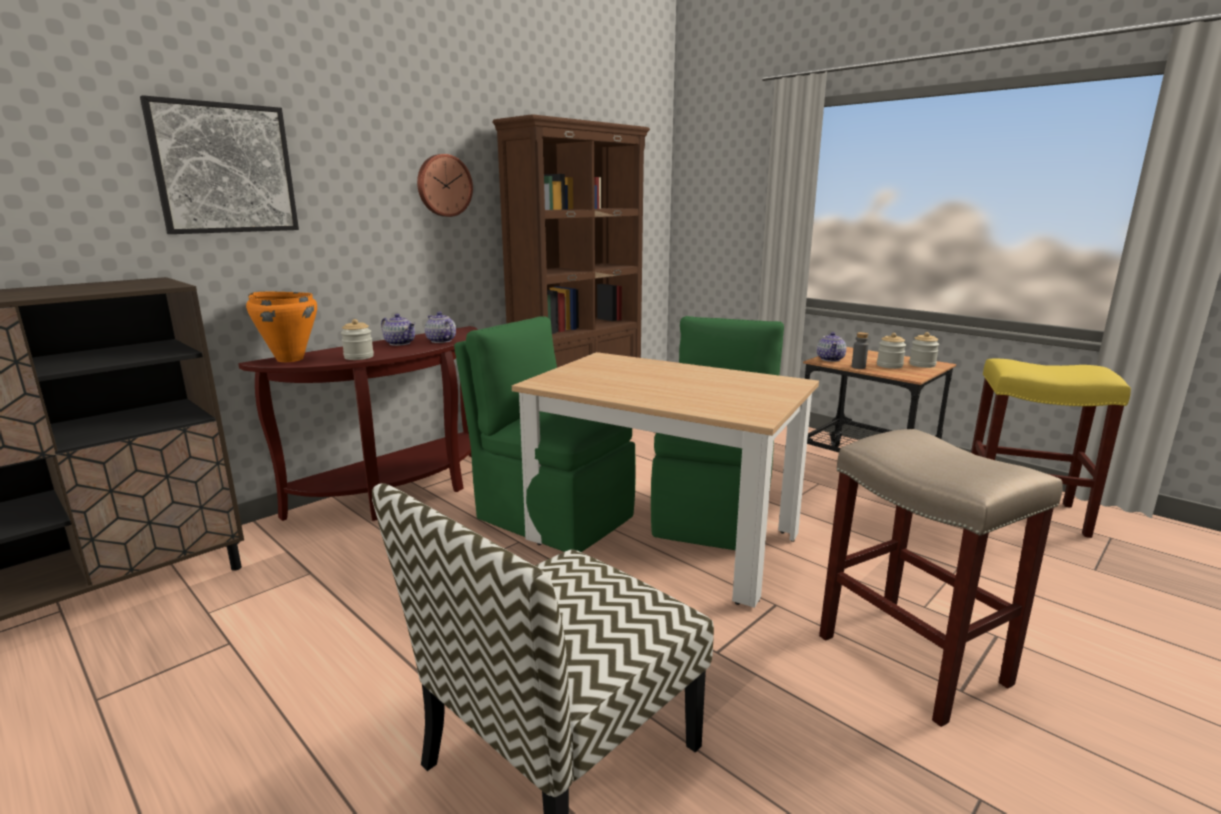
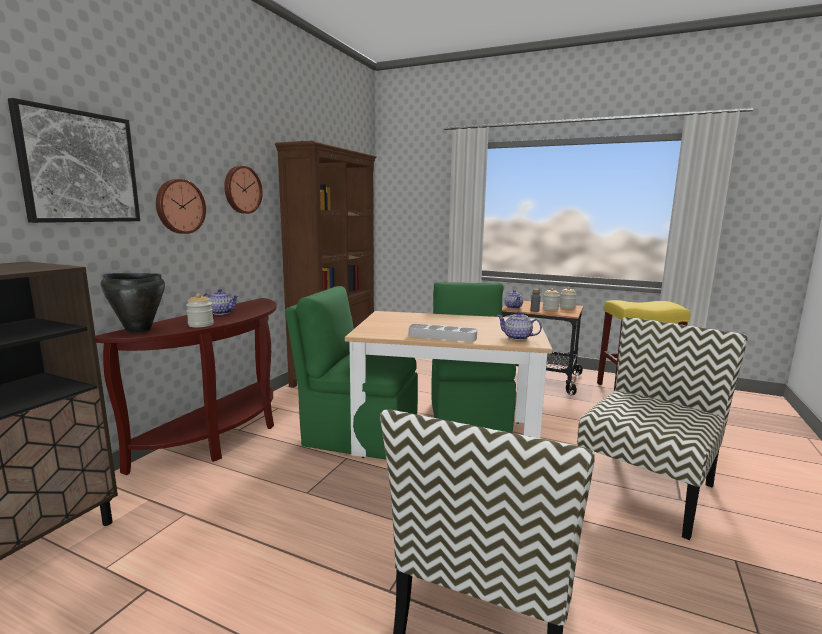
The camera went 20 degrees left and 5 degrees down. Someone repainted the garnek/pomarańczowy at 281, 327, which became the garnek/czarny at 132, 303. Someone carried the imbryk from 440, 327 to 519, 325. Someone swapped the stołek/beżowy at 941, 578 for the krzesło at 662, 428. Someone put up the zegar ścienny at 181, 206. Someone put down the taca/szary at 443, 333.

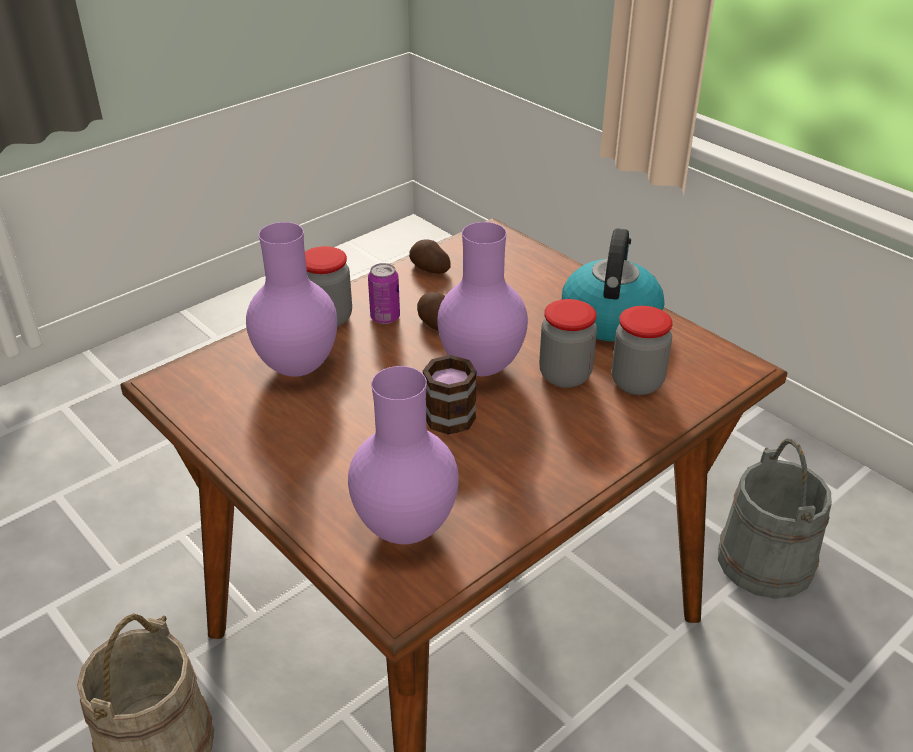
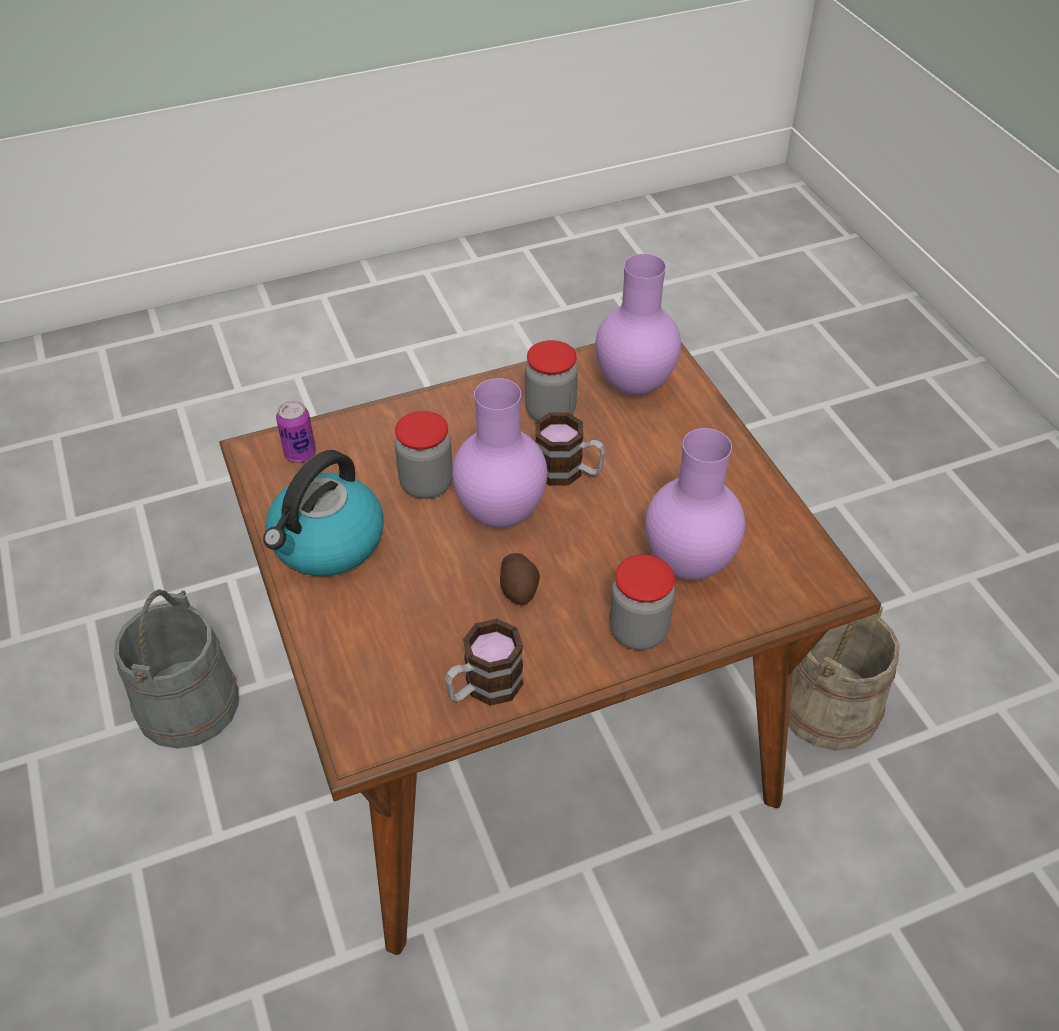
The camera went 160 degrees left and 10 degrees up. Someone carried the puszka from 384, 293 to 296, 432. Someone swapped the ziemniak at 430, 256 for the kubek at 484, 662. Someone carried the słoik from 642, 350 to 551, 380.

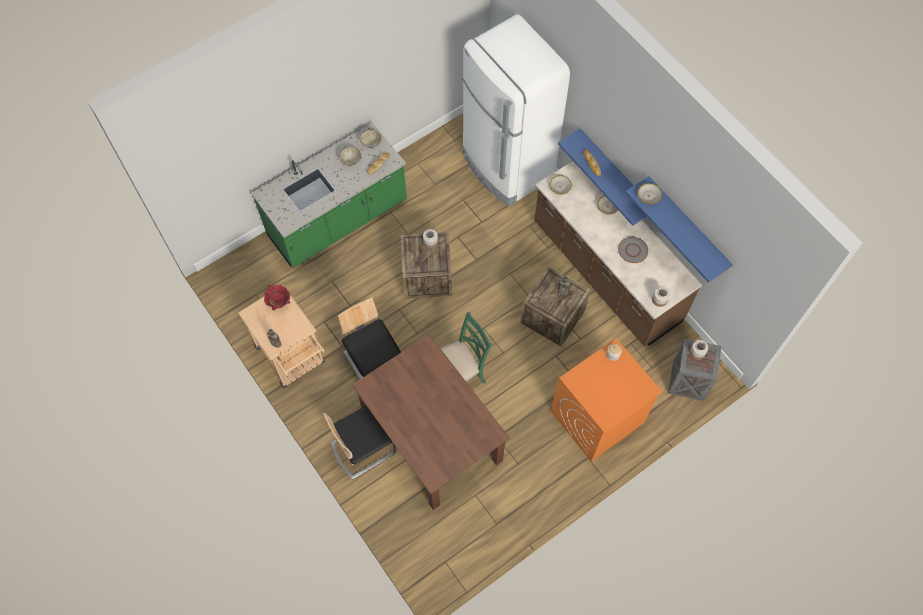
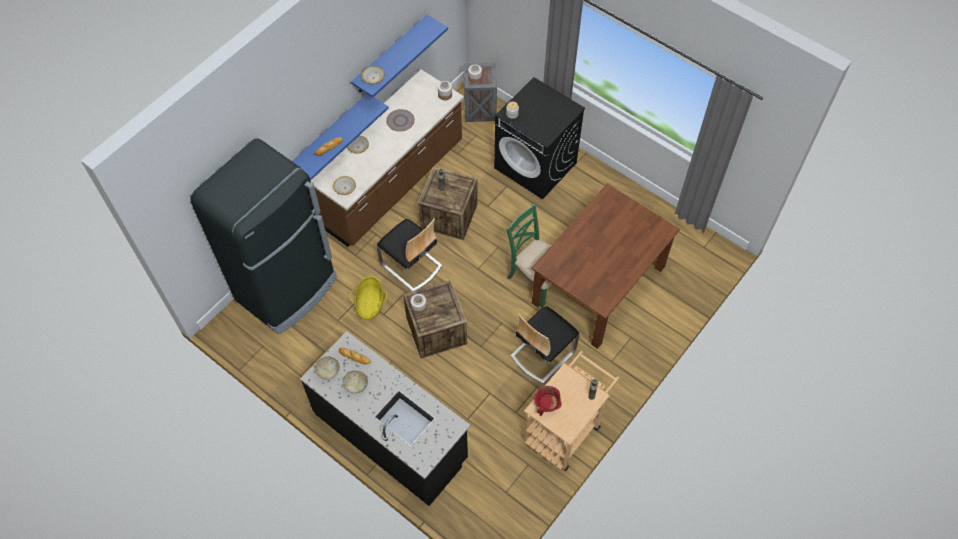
The camera went 105 degrees left and 5 degrees down. Someone repainted the zabudowa kuchenna/zielony at 329, 195, which became the zabudowa kuchenna/czarny at 385, 418. Someone carried the krzesło from 359, 443 to 409, 255. Someone repainted the lodówka/biały at 516, 110, which became the lodówka/czarny at 263, 236. Someone repainted the pralka/pomarańczowy at 606, 400, which became the pralka/czarny at 539, 138. Someone put down the koszyk at 368, 298.

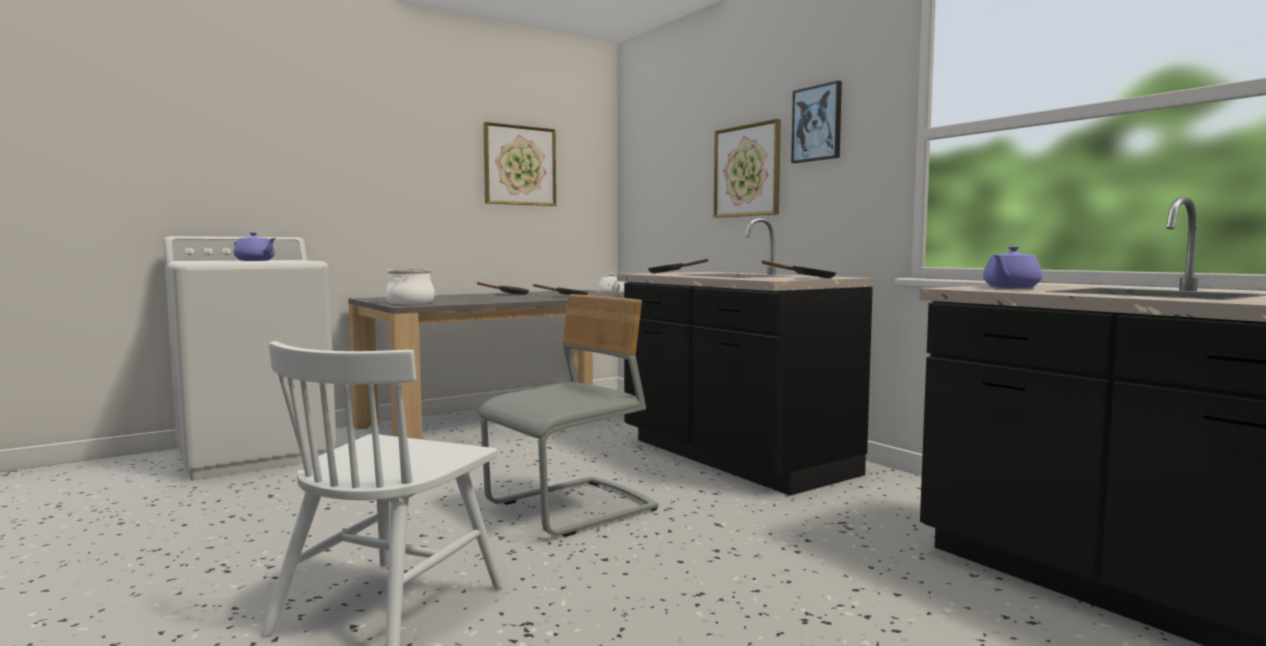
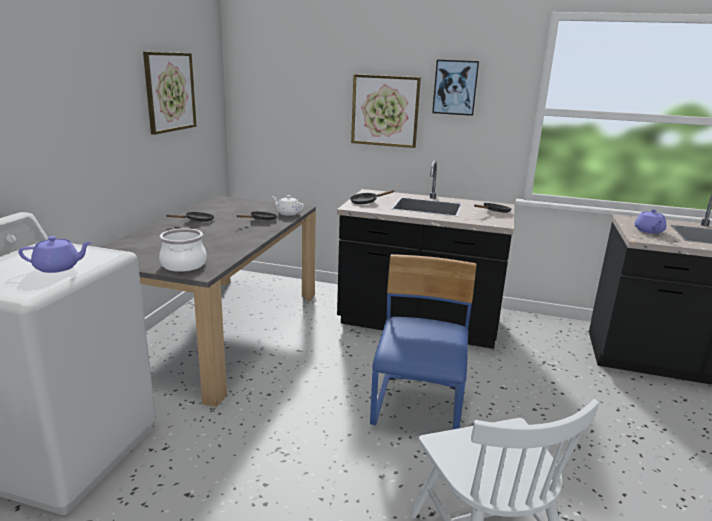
The camera went 40 degrees left and 15 degrees up. Someone repainted the krzesło/szary at 569, 415, which became the krzesło/niebieski at 423, 341.

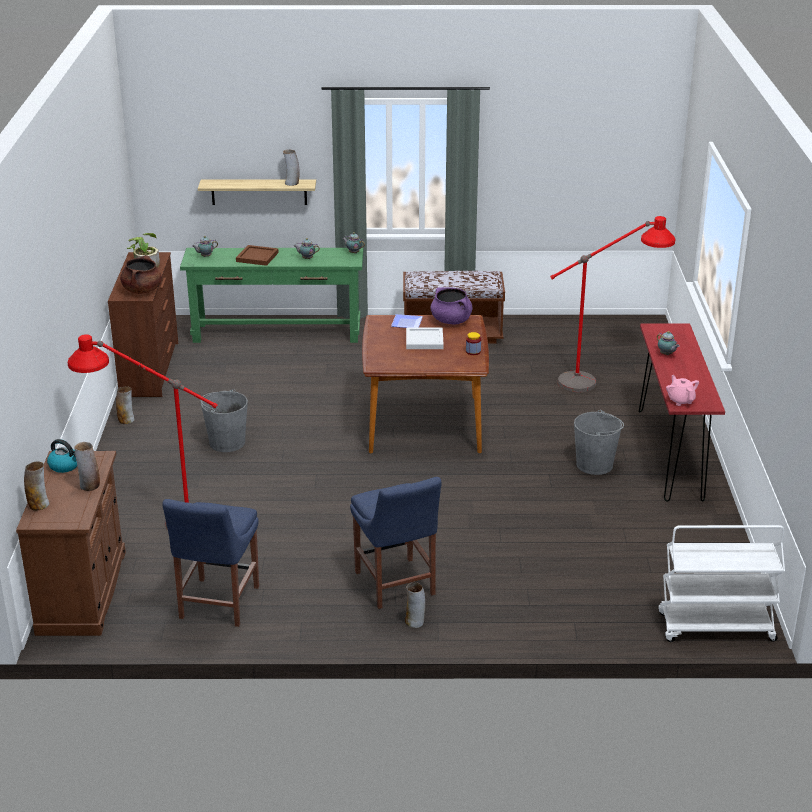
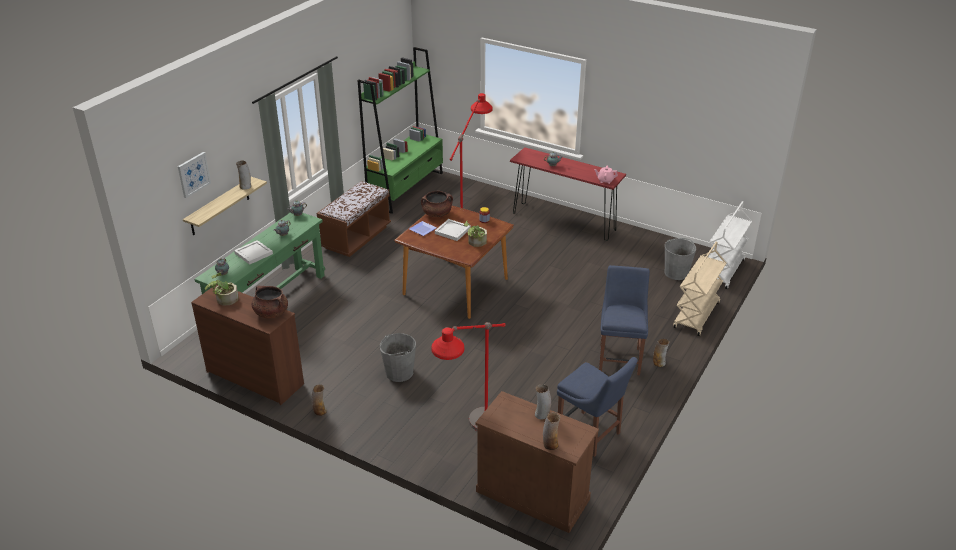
The camera went 60 degrees left and 5 degrees up. Someone took away the czajnik at 62, 456. Someone repainted the taca/brązowy at 257, 255, which became the taca/biały at 253, 252. Someone rotated the krzesło/niebieski at 396, 543 by 90 degrees counterclockwise. Someone repainted the garnek/fioletowy at 451, 306, which became the garnek/brązowy at 437, 204. Someone carried the wiadro/szary from 599, 442 to 680, 259. Someone put up the obraz at 194, 175. Someone put down the regał/zielony at 400, 130. Someone put down the roślina doniczkowa at 475, 234. Someone put down the wózek/beżowy at 700, 289.

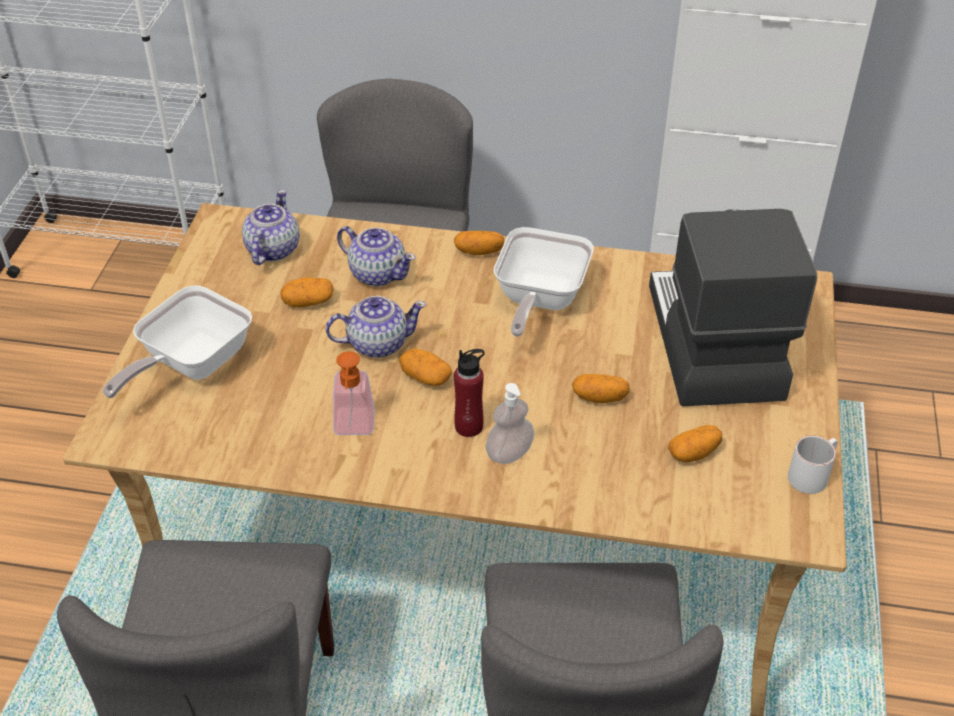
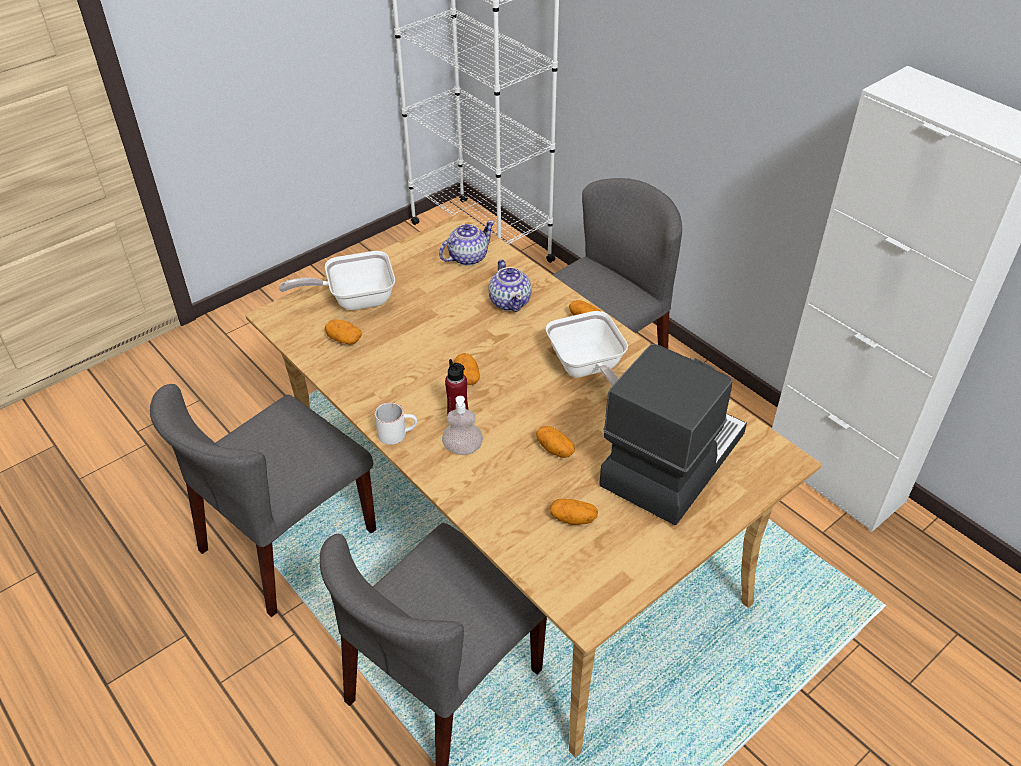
The camera went 40 degrees right and 0 degrees up. Someone carried the ziemniak from 307, 292 to 343, 331. Someone took away the imbryk at 375, 327. Someone took away the dozownik mydła at 354, 393. Someone rotated the patelnia at 543, 282 by 75 degrees counterclockwise. Someone carried the kubek/biały from 813, 464 to 395, 423.

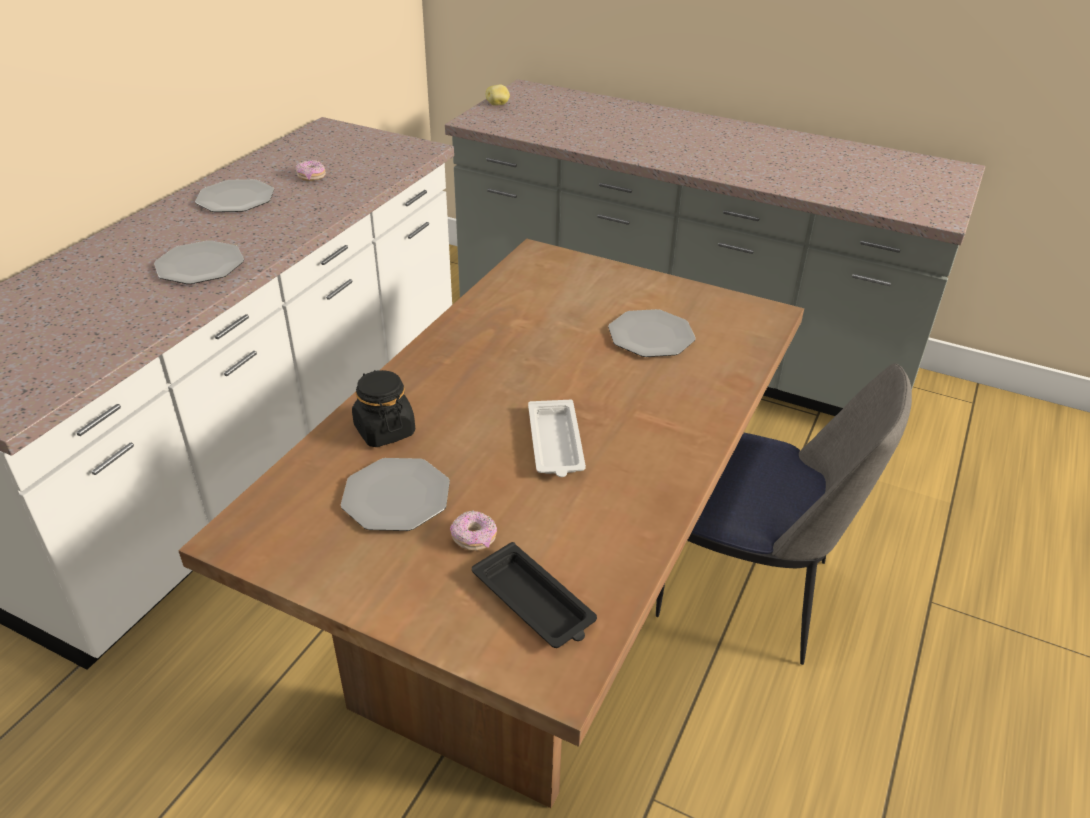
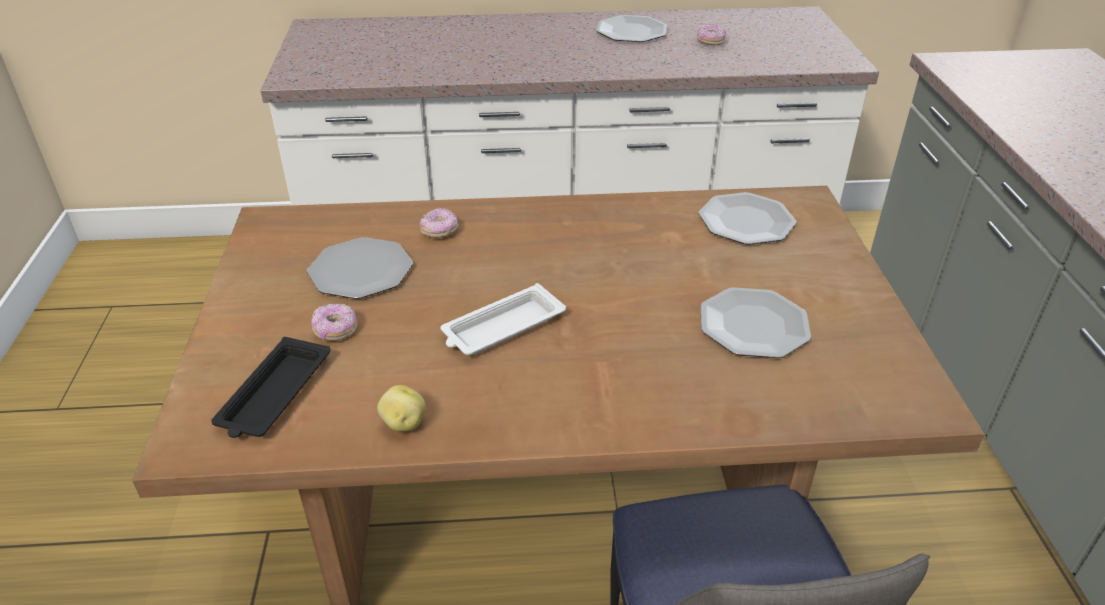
The camera went 60 degrees right and 0 degrees up. Someone carried the talerz from 199, 262 to 748, 218. Someone swapped the słoik/czarny at 383, 408 for the donut at 439, 223. Someone carried the ziemniak from 498, 95 to 401, 408.

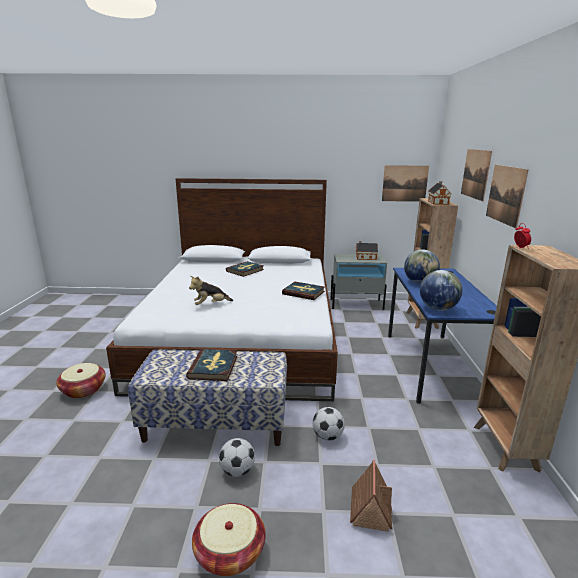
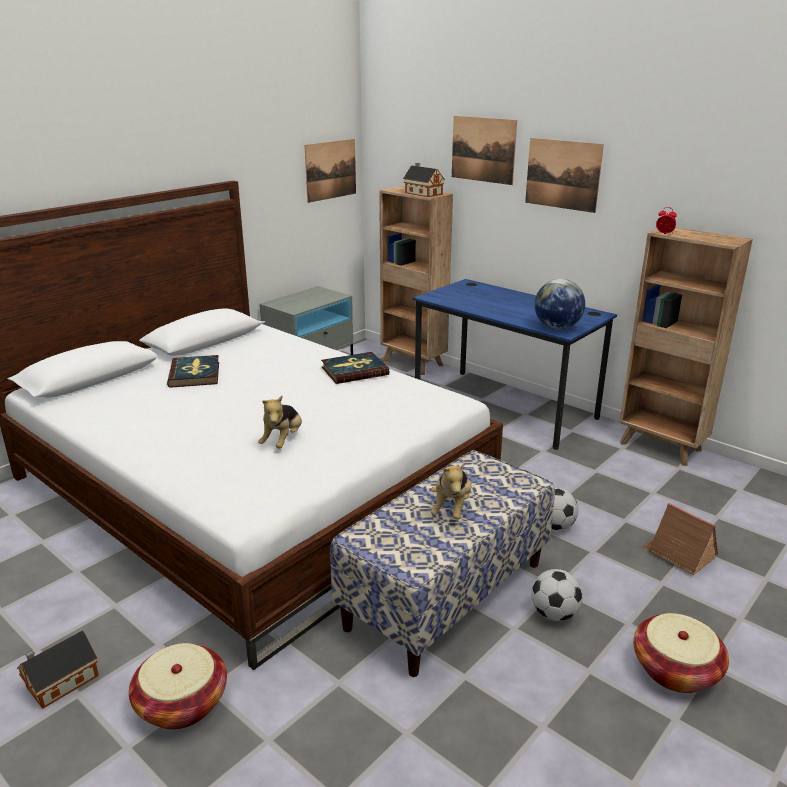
The camera went 50 degrees left and 5 degrees up. Someone swapped the książka at 211, 365 for the pluszak at 451, 491. Someone carried the domek from 367, 250 to 58, 669. Someone took away the globus at 422, 266.

